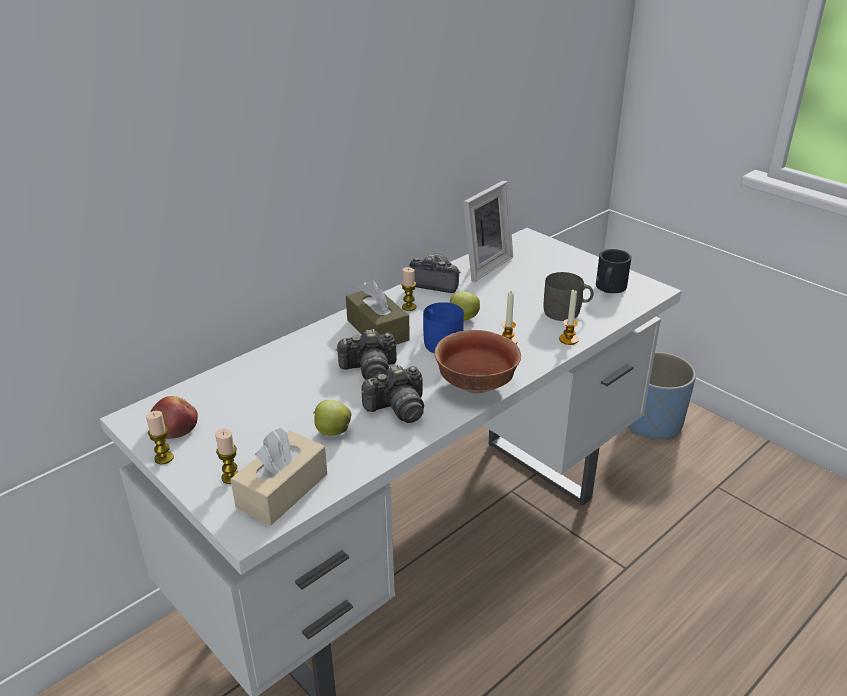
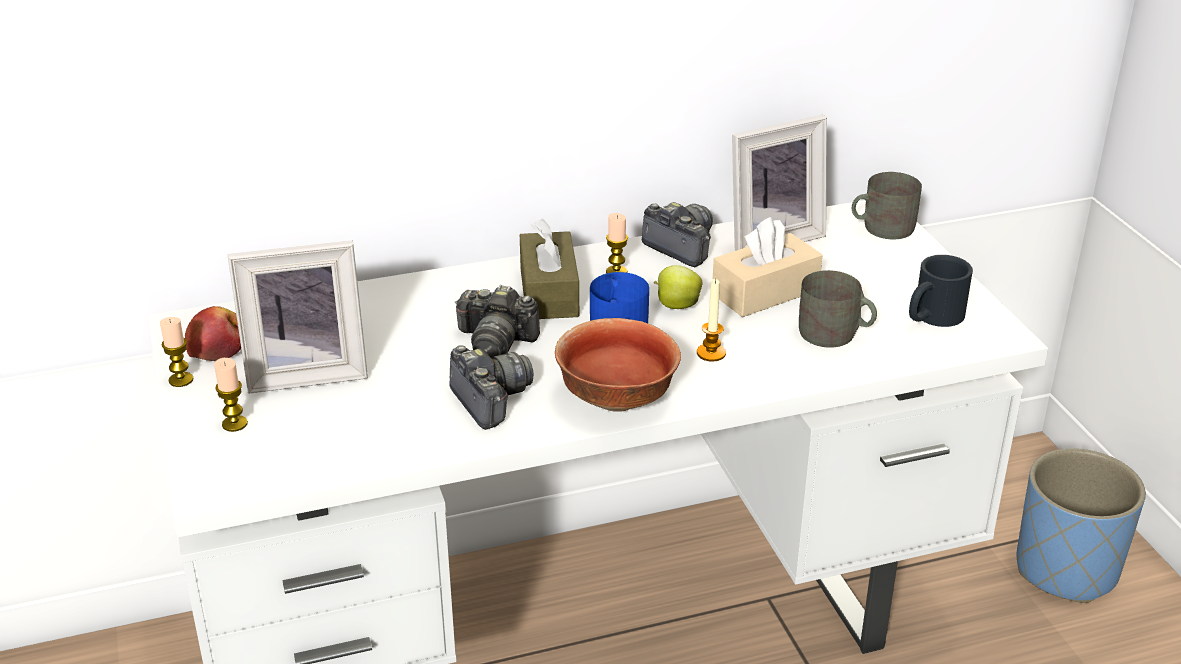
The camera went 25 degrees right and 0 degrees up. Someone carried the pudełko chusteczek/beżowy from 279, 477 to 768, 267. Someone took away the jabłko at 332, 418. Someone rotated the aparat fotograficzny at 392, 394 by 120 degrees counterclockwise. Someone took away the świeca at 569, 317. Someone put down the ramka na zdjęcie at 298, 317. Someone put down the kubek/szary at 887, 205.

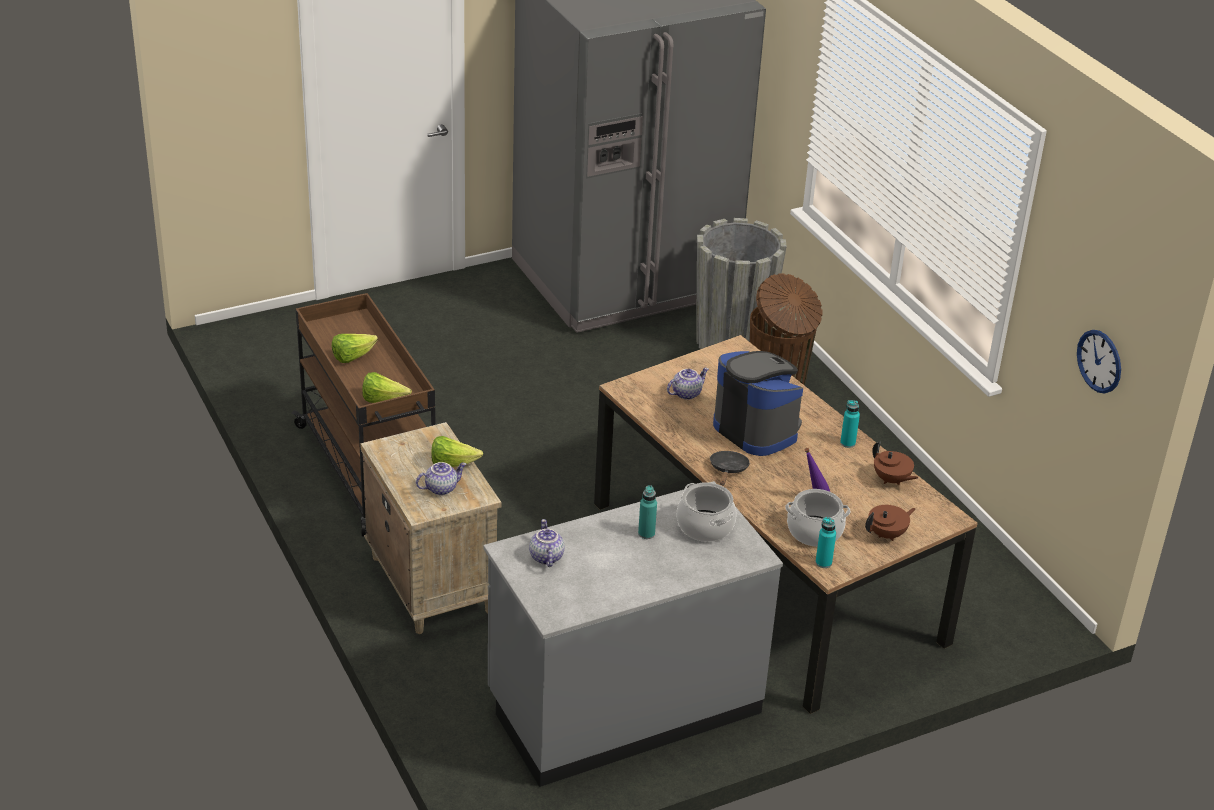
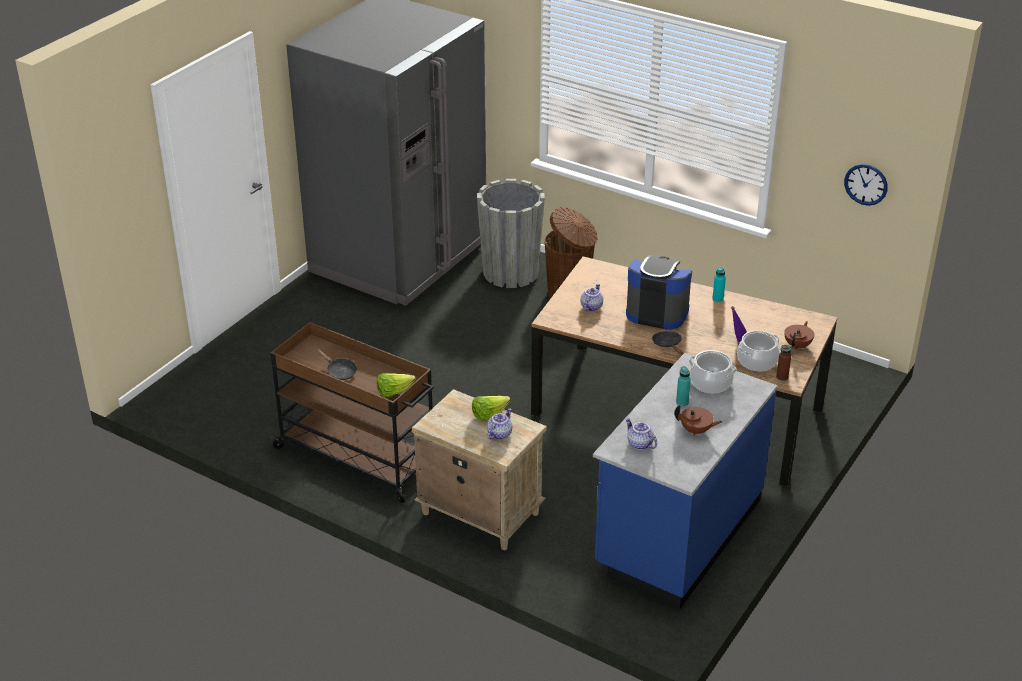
The camera went 30 degrees left and 0 degrees up. Someone swapped the sałata at 355, 348 for the patelnia/czarny at 336, 364. Someone repainted the zabudowa kuchenna/szary at 633, 634, which became the zabudowa kuchenna/niebieski at 685, 481. Someone repainted the butelka/turkusowy at 825, 542, which became the butelka/brązowy at 783, 363. Someone carried the imbryk/brązowy from 895, 463 to 698, 420.

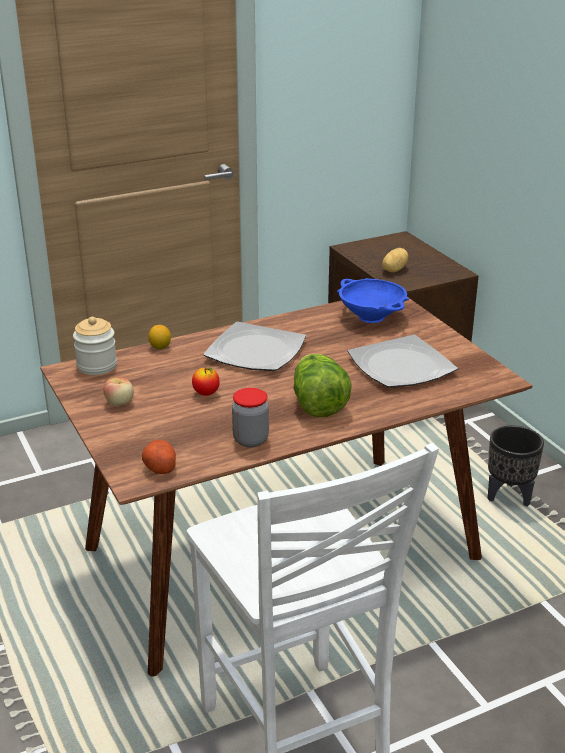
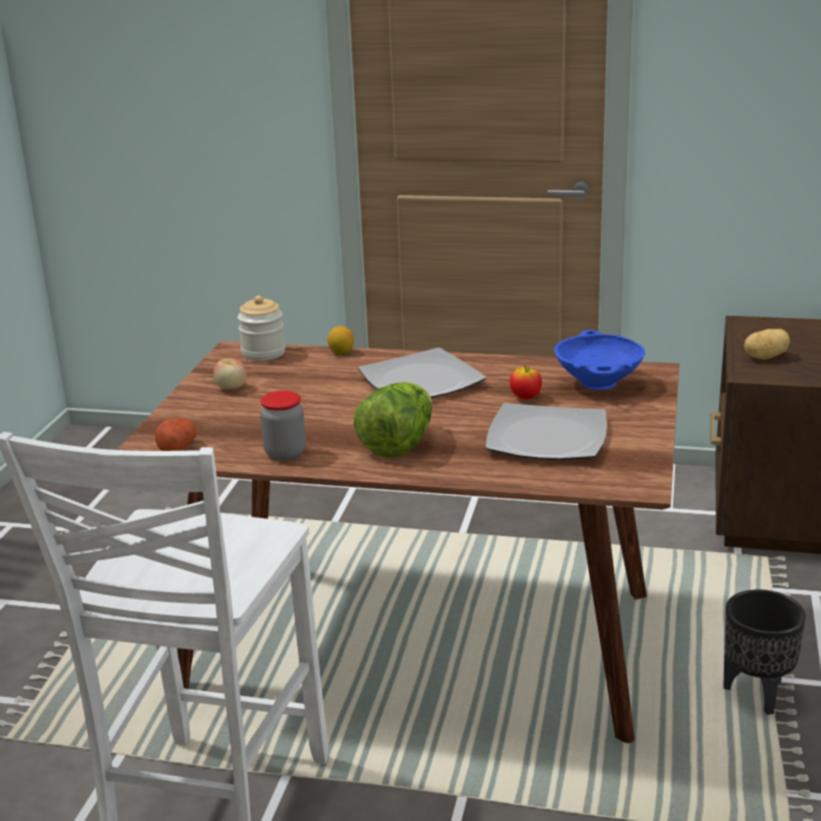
The camera went 40 degrees right and 5 degrees down. Someone carried the jabłko from 206, 382 to 526, 382.

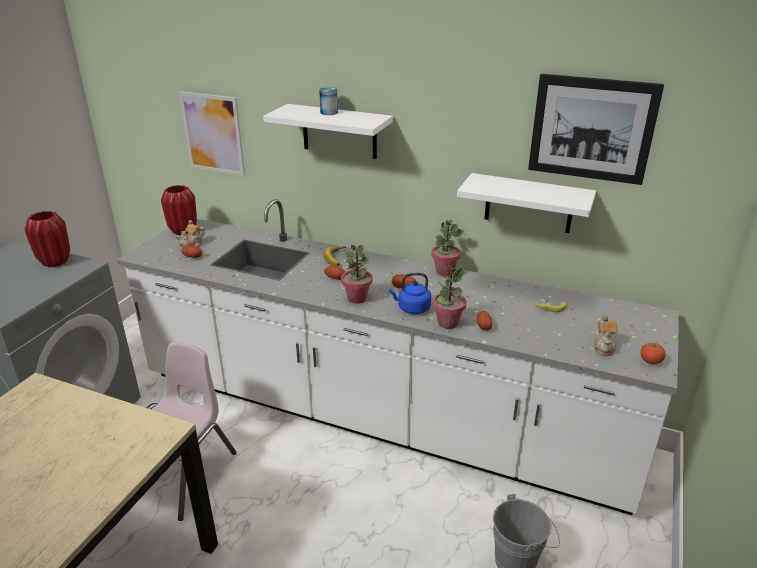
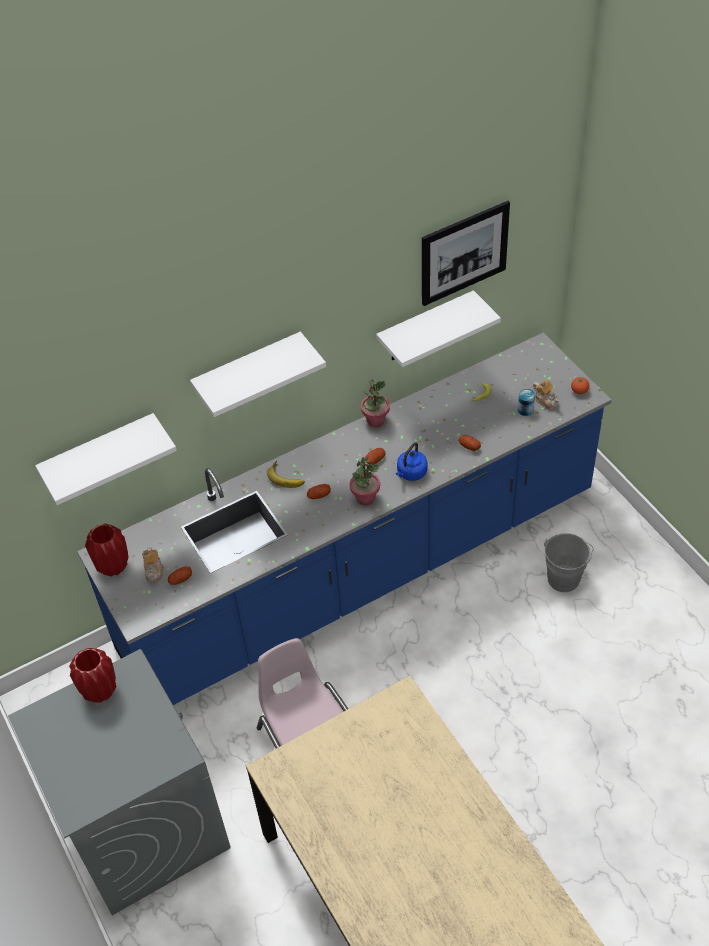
The camera went 50 degrees left and 20 degrees up. Someone repainted the zabudowa kuchenna/biały at 398, 357, which became the zabudowa kuchenna/niebieski at 344, 519. Someone swapped the obraz at 212, 133 for the półka/biały at 106, 459. Someone carried the puszka from 328, 101 to 526, 402. Someone took away the roślina doniczkowa at 449, 297.

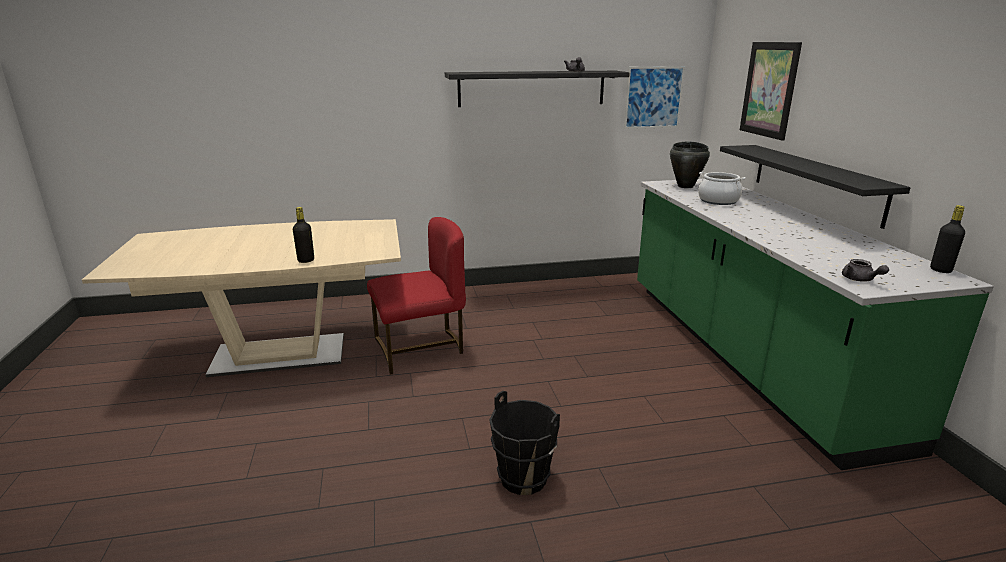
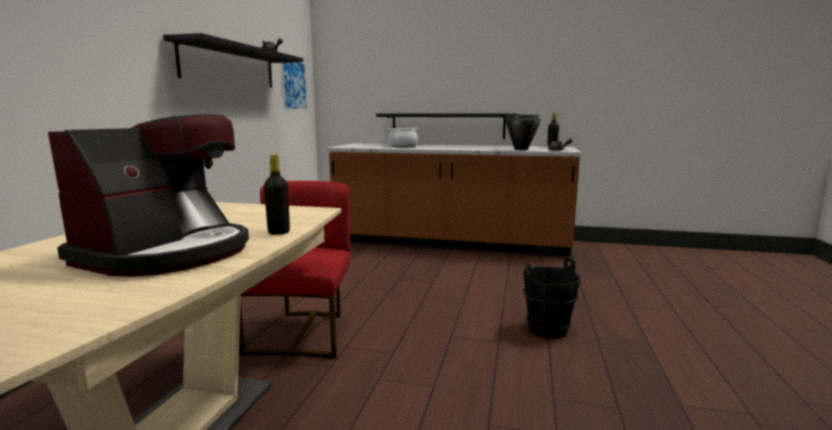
The camera went 65 degrees left and 10 degrees down. Someone repainted the zabudowa kuchenna/zielony at 815, 324, which became the zabudowa kuchenna/brązowy at 454, 200. Someone carried the garnek/czarny from 690, 164 to 523, 131. Someone took away the obraz at 771, 91. Someone put down the ekspres do kawy at 148, 195.

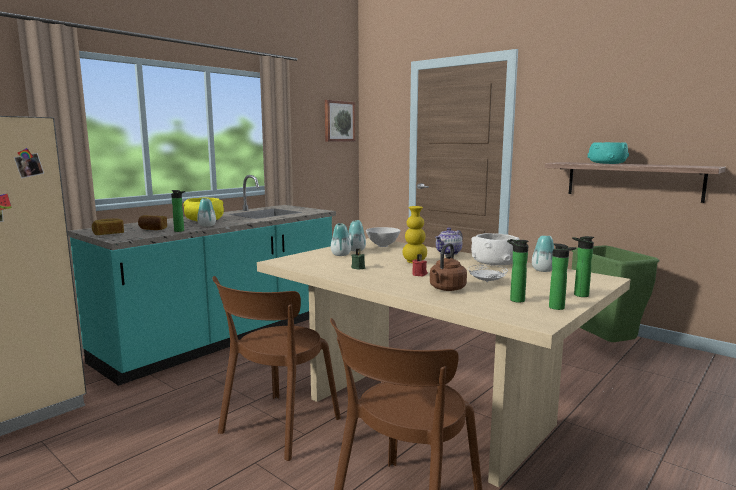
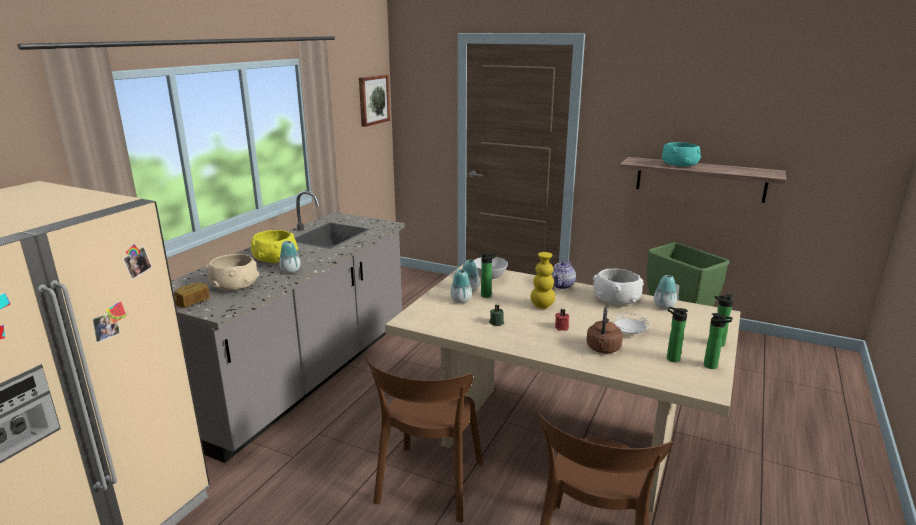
The camera went 15 degrees left and 10 degrees up. Someone repainted the zabudowa kuchenna/turkusowy at 202, 280, which became the zabudowa kuchenna/szary at 288, 327. Someone swapped the chleb at 152, 222 for the miska/beżowy at 232, 272. Someone carried the butelka from 178, 211 to 488, 275.

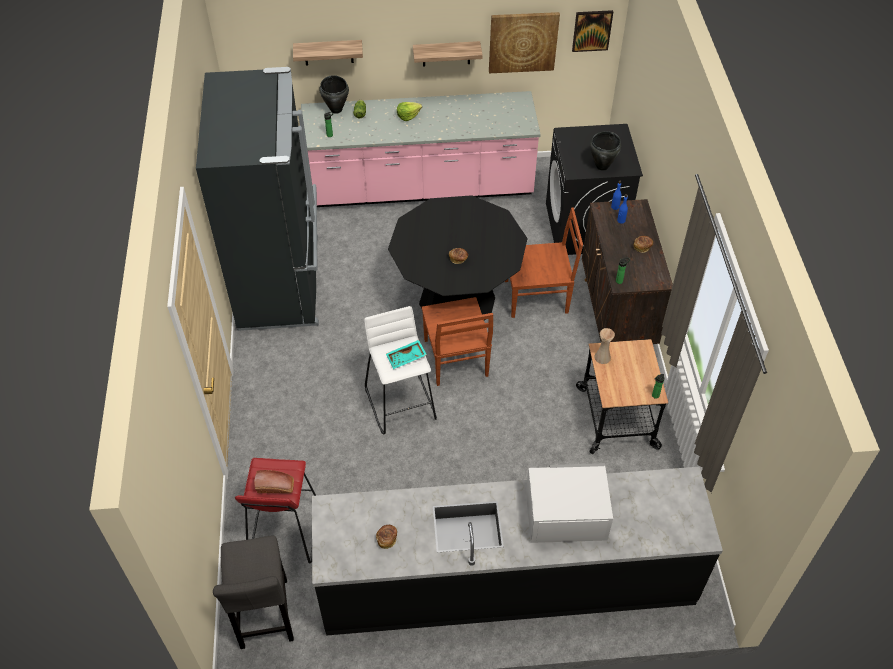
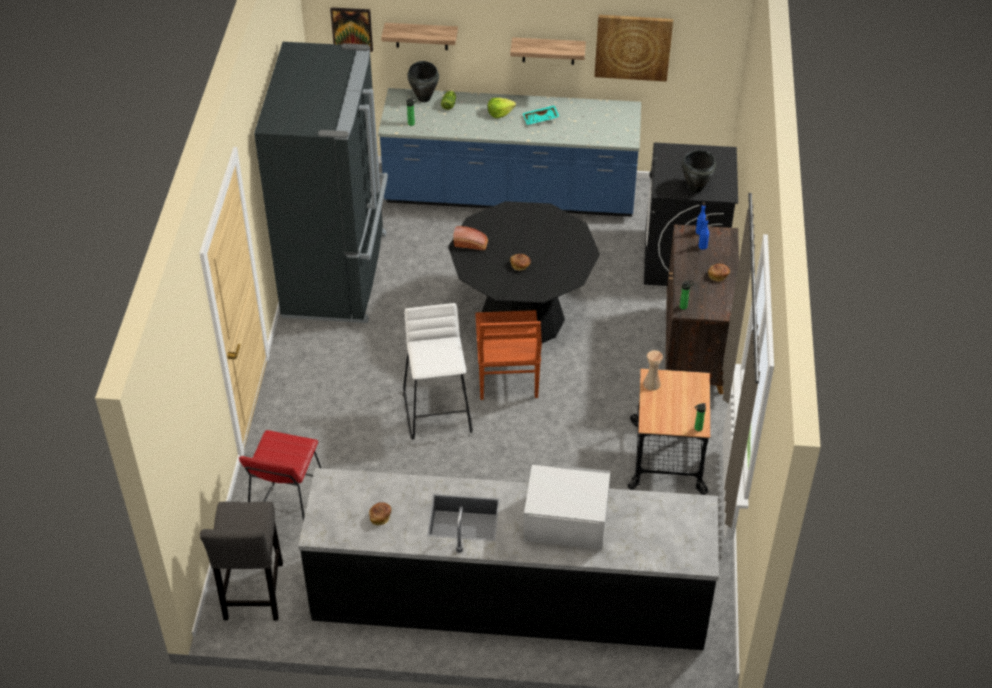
The camera went 10 degrees right and 5 degrees down. Someone carried the chleb from 274, 482 to 470, 238. Someone repainted the zabudowa kuchenna/różowy at 421, 149, which became the zabudowa kuchenna/niebieski at 509, 152. Someone carried the taca/turkusowy from 406, 354 to 540, 115. Someone took away the krzesło/brązowy at 544, 262. Someone carried the obraz from 592, 31 to 351, 29.

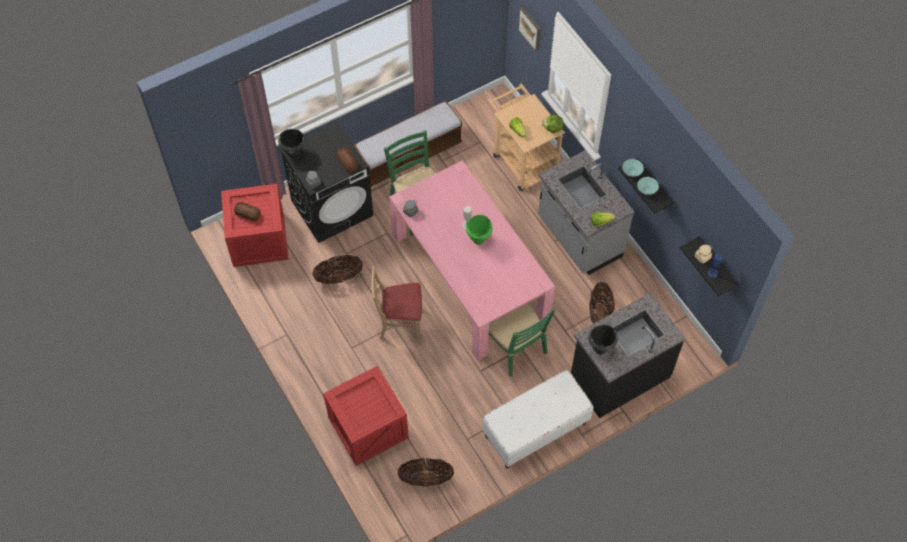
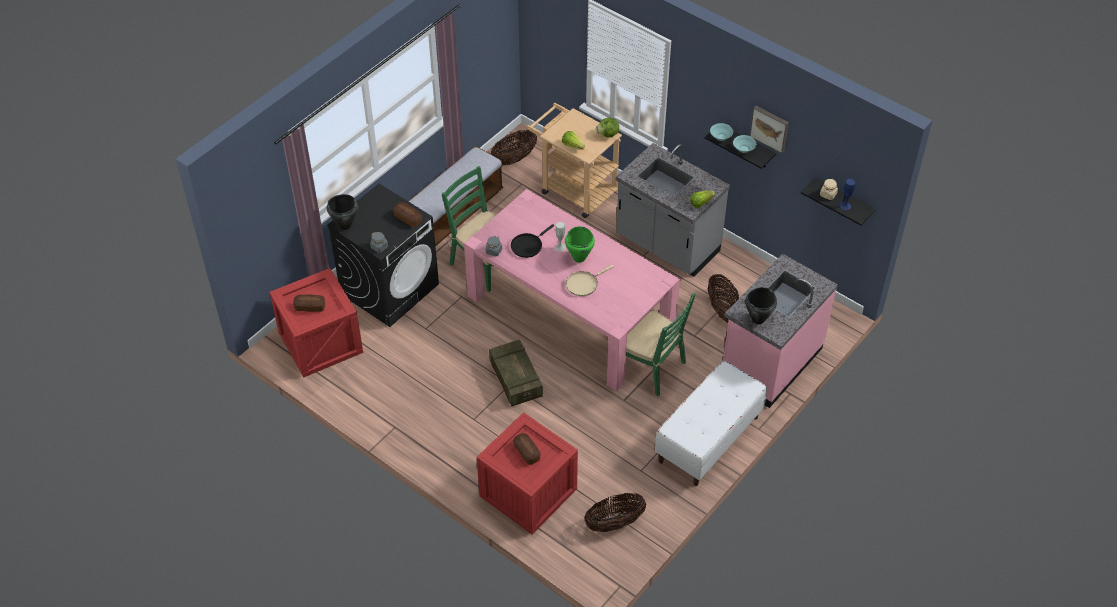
The camera went 20 degrees left and 10 degrees down. Someone carried the koszyk from 337, 269 to 514, 147. Someone swapped the krzesło/beżowy at 397, 303 for the skrzynka at 516, 373. Someone carried the obraz from 529, 29 to 769, 129. Someone repainted the zabudowa kuchenna/czarny at 628, 355, which became the zabudowa kuchenna/różowy at 780, 330. Someone put down the patelnia/czarny at 532, 241. Someone put down the chleb at 527, 449. Someone put down the patelnia/beżowy at 590, 280.

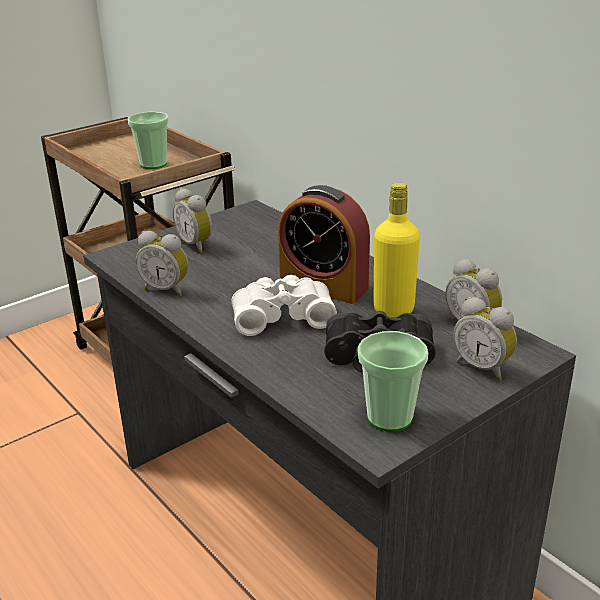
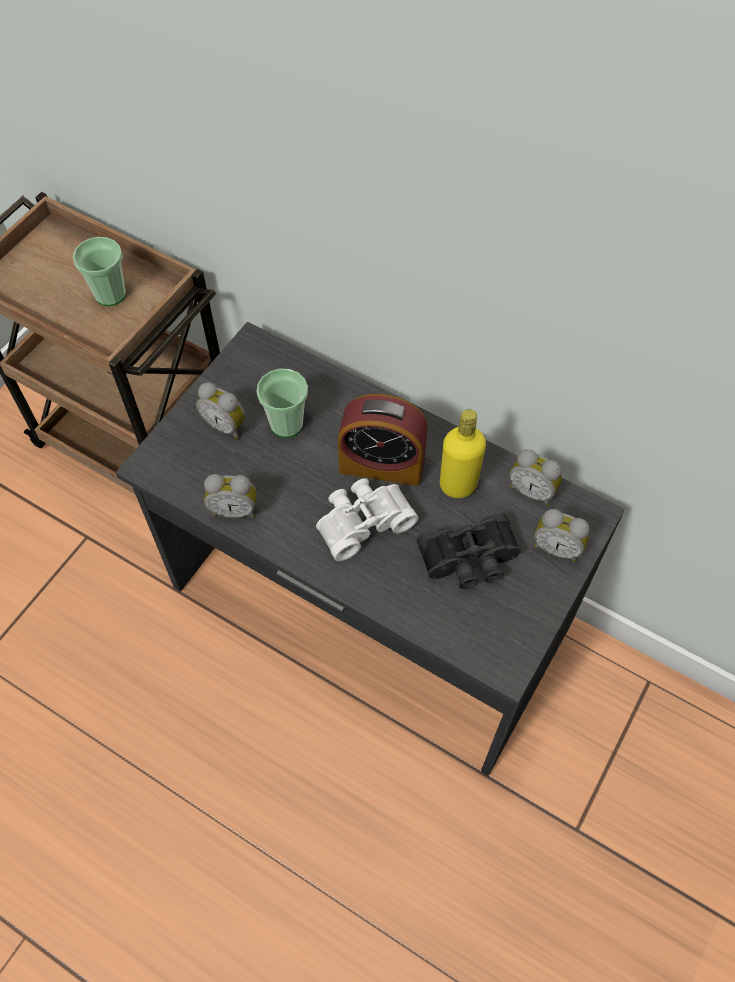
The camera went 20 degrees left and 30 degrees up. Someone carried the filiżanka from 393, 381 to 282, 403.

